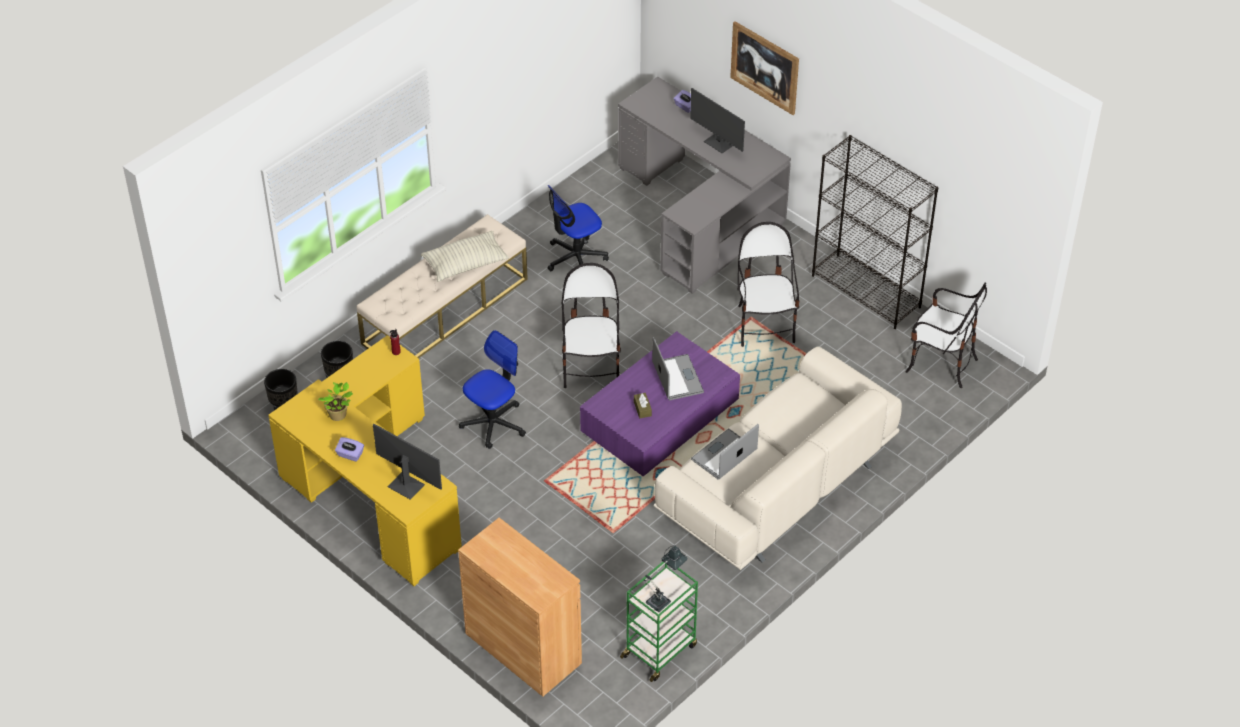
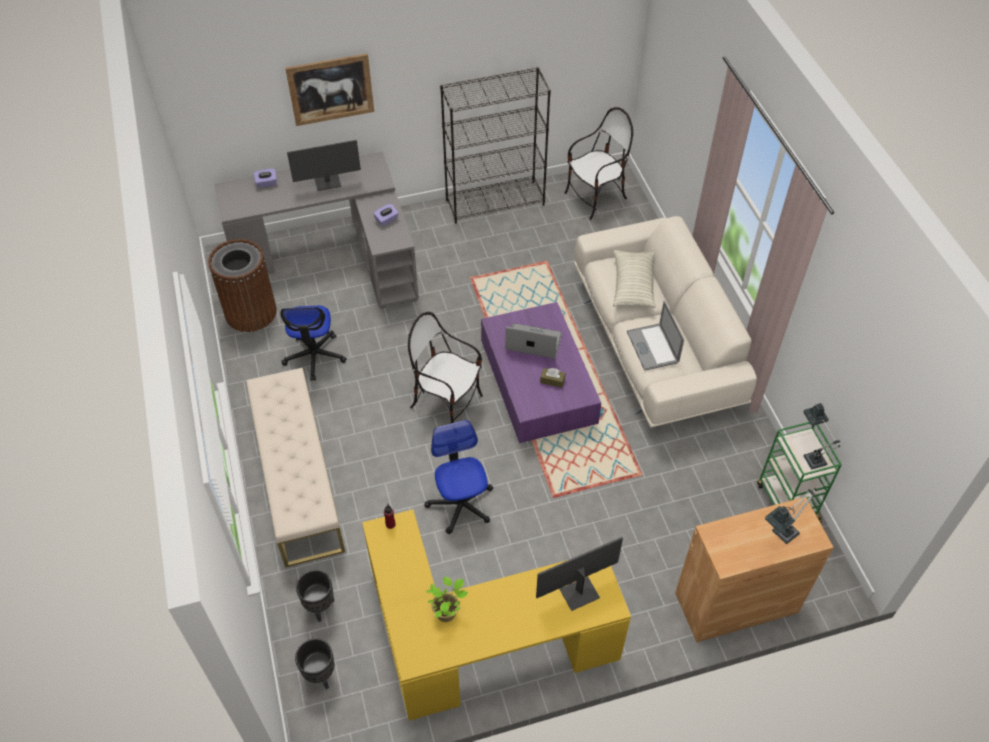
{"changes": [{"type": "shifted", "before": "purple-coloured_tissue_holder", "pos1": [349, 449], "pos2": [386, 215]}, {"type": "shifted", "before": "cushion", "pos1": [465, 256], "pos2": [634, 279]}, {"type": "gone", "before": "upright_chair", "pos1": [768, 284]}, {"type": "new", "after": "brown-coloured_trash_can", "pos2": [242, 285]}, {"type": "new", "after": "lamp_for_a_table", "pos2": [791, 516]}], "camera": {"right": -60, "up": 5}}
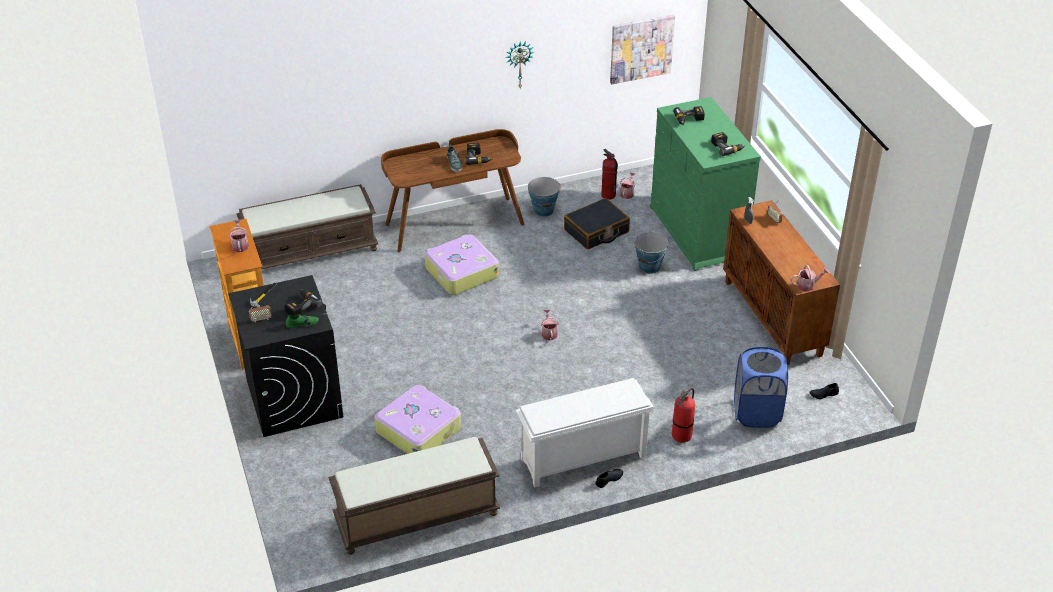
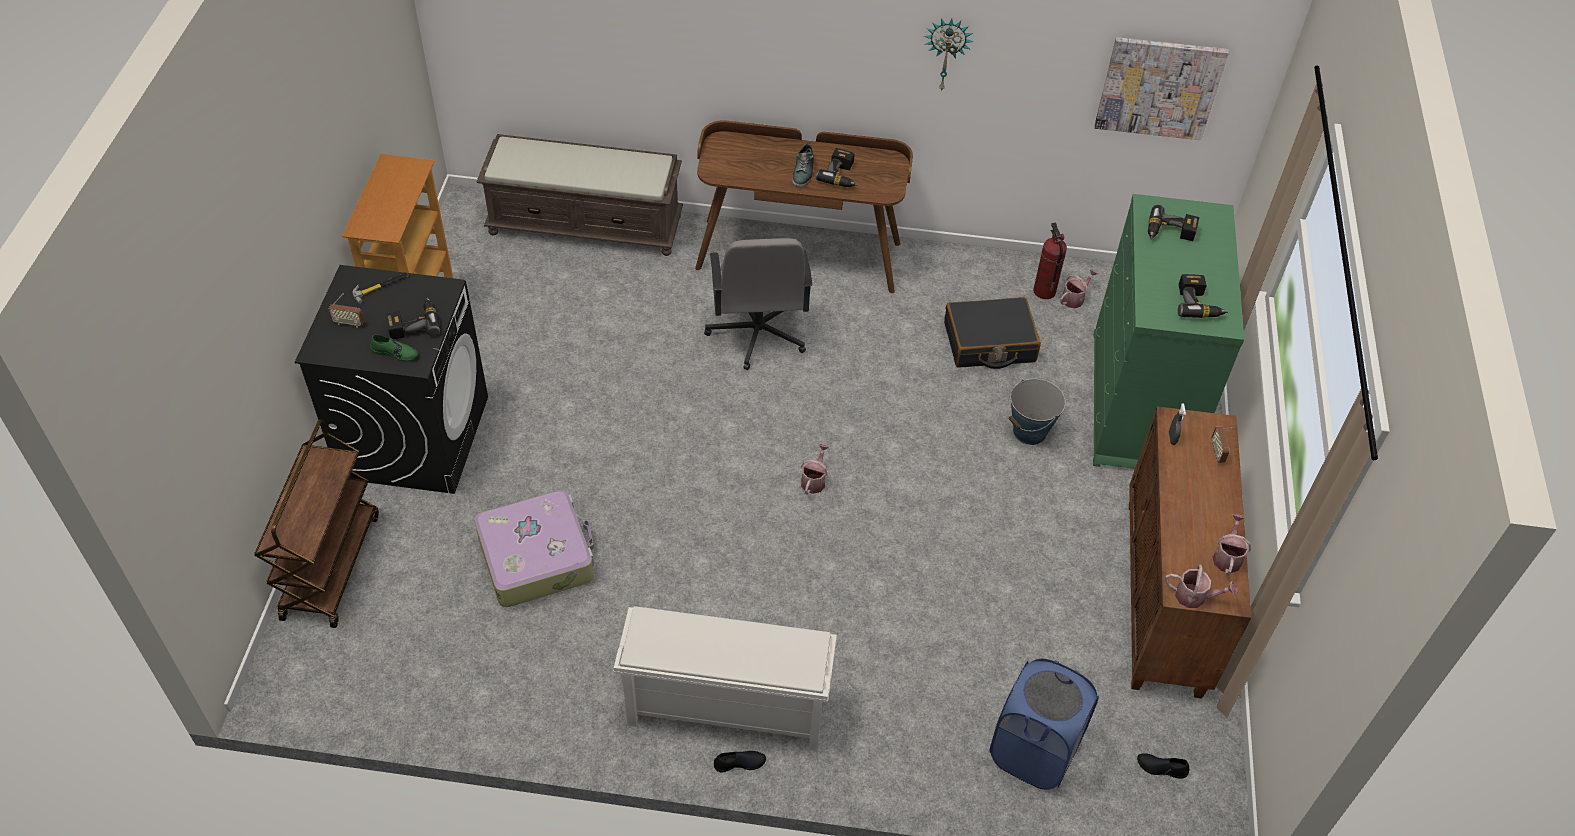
{"changes": [{"type": "shifted", "before": "watering_can", "pos1": [239, 236], "pos2": [1232, 544]}, {"type": "gone", "before": "brown-coloured_bench", "pos1": [414, 496]}, {"type": "swapped", "before": "piece_of_luggage", "after": "grey_computer_chair", "pos1": [462, 264], "pos2": [758, 304]}, {"type": "gone", "before": "water_bucket", "pos1": [544, 197]}, {"type": "gone", "before": "fire_extinguisher", "pos1": [683, 415]}, {"type": "new", "after": "brown-coloured_wheeled_cart", "pos2": [316, 523]}], "camera": {"right": 25, "up": 10}}
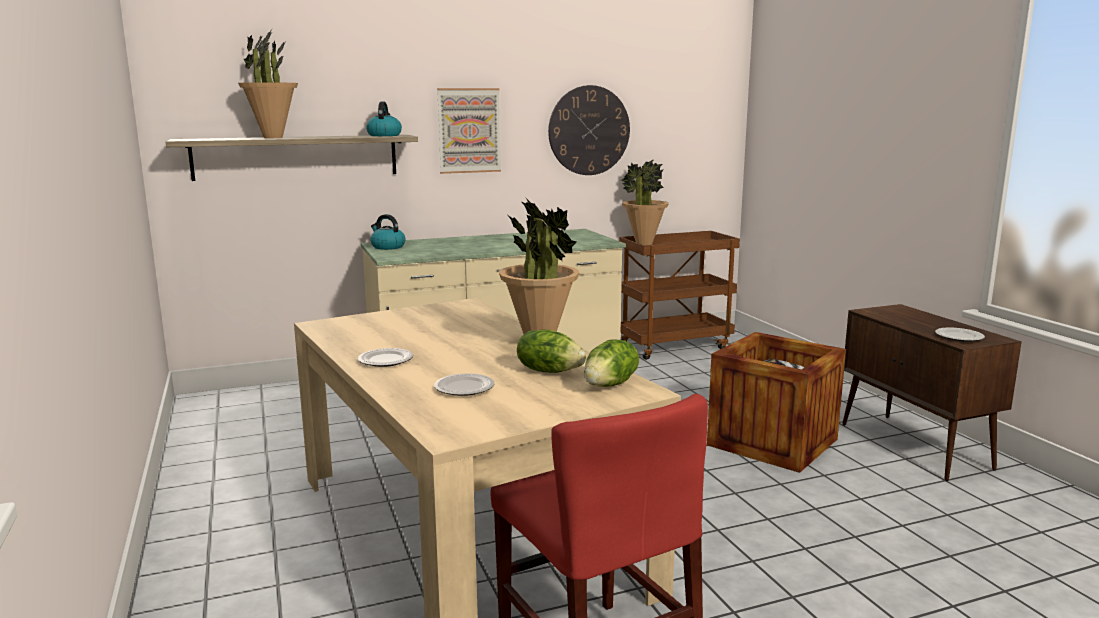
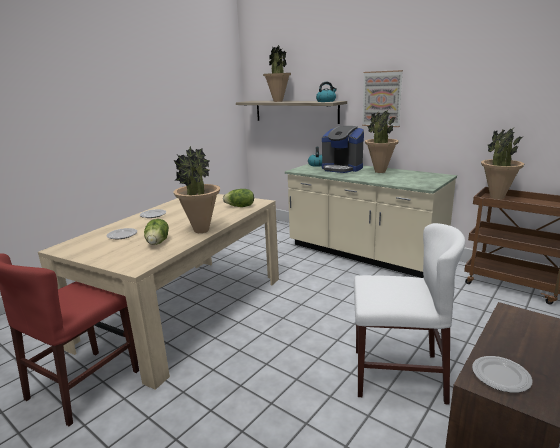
{"changes": [{"type": "gone", "before": "wall_clock", "pos1": [589, 130]}, {"type": "shifted", "before": "lettuce_head", "pos1": [611, 363], "pos2": [238, 198]}, {"type": "swapped", "before": "crate", "after": "white_upright_chair", "pos1": [776, 402], "pos2": [409, 314]}, {"type": "new", "after": "coffee_maker", "pos2": [343, 149]}, {"type": "new", "after": "houseplant", "pos2": [382, 141]}], "camera": {"right": 60, "up": 5}}
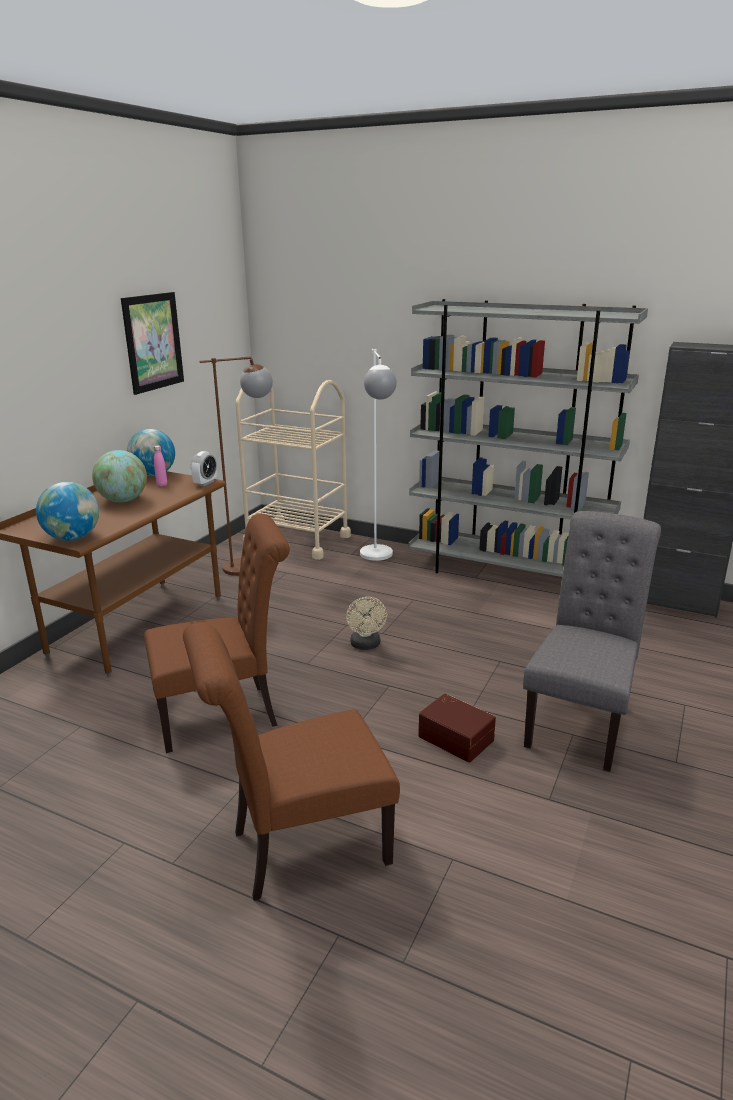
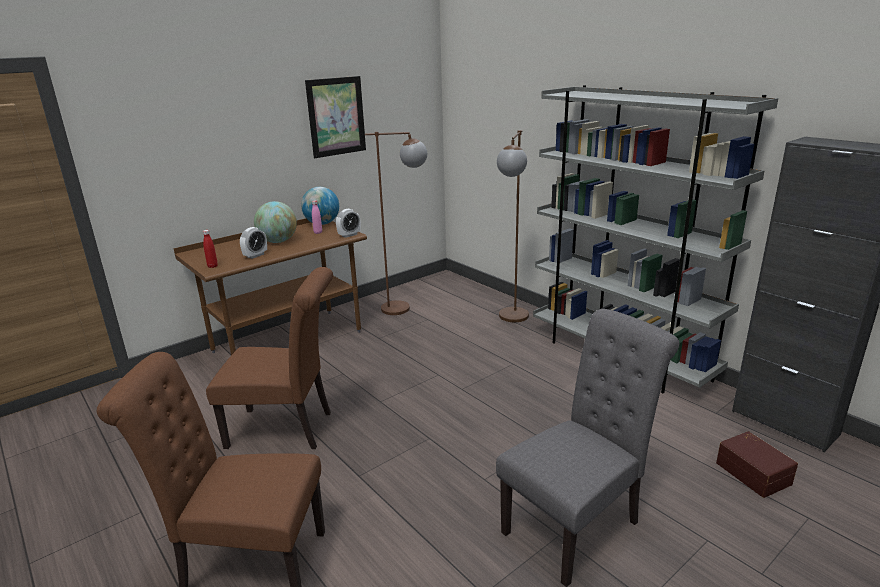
{"changes": [{"type": "swapped", "before": "globe", "after": "reddish_bottle", "pos1": [67, 511], "pos2": [210, 249]}, {"type": "gone", "before": "beige_wheeled_cart", "pos1": [293, 470]}, {"type": "gone", "before": "beige_cooling_fan", "pos1": [366, 623]}, {"type": "repainted", "before": "white_floor_lamp", "after": "brown-coloured_floor_lamp", "pos1": [378, 455], "pos2": [513, 226]}, {"type": "shifted", "before": "brown-coloured_storage_container", "pos1": [457, 728], "pos2": [757, 464]}, {"type": "new", "after": "table_clock", "pos2": [253, 243]}], "camera": {"right": 25, "up": 0}}
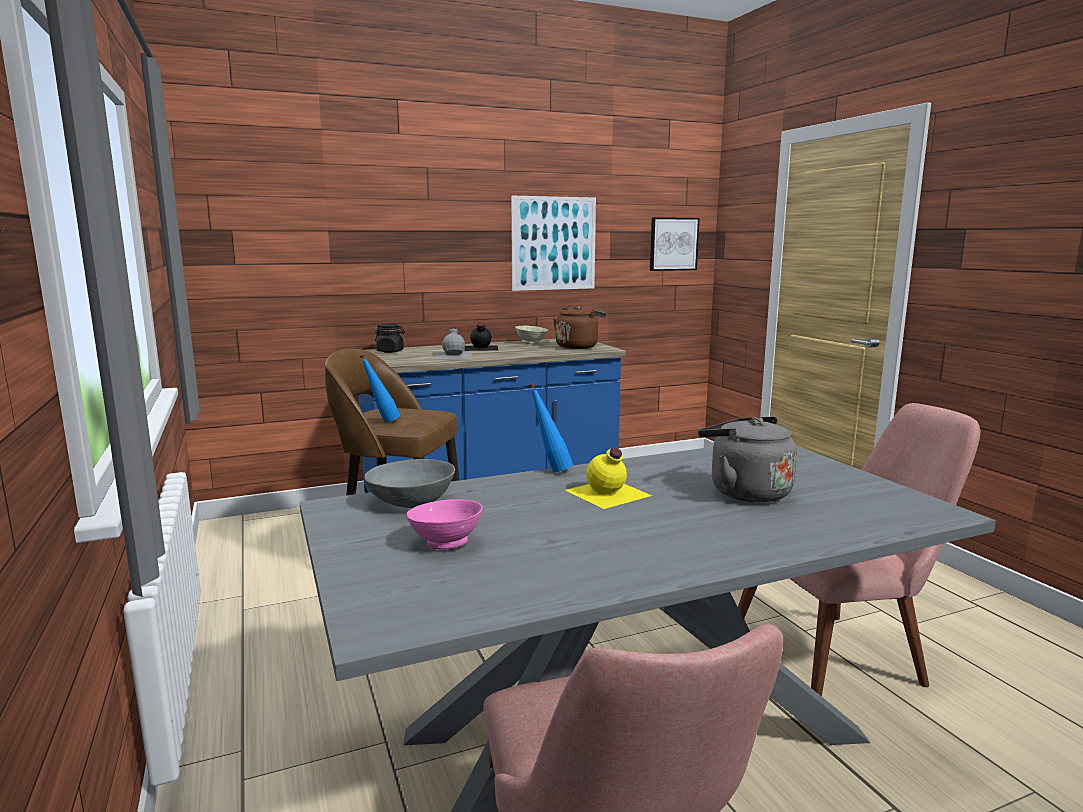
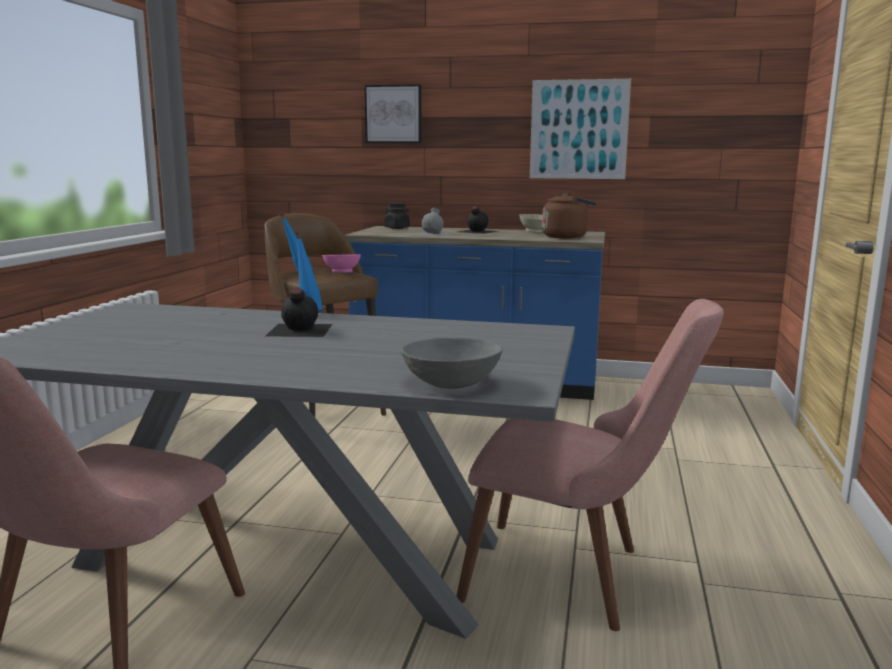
{"changes": [{"type": "shifted", "before": "grey_deep_dish", "pos1": [409, 483], "pos2": [452, 363]}, {"type": "shifted", "before": "pink-coloured_deep_dish", "pos1": [444, 524], "pos2": [341, 264]}, {"type": "repainted", "before": "yellowish_bottle", "after": "blackish_bottle", "pos1": [608, 478], "pos2": [298, 312]}, {"type": "shifted", "before": "wall_picture", "pos1": [675, 244], "pos2": [393, 113]}, {"type": "gone", "before": "grey_tea_kettle", "pos1": [747, 459]}], "camera": {"right": 35, "up": 0}}
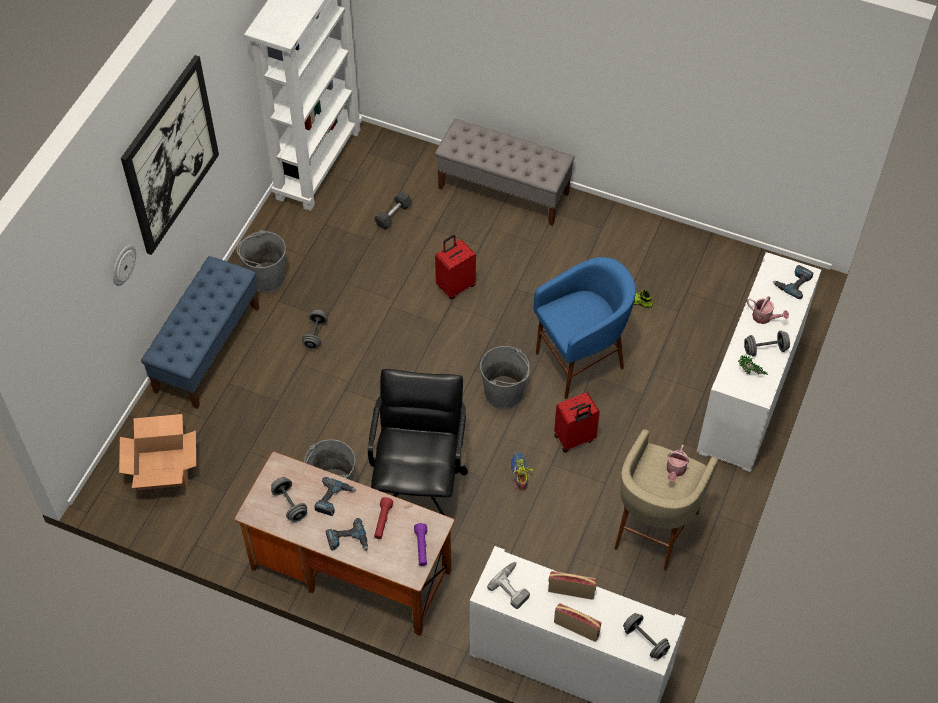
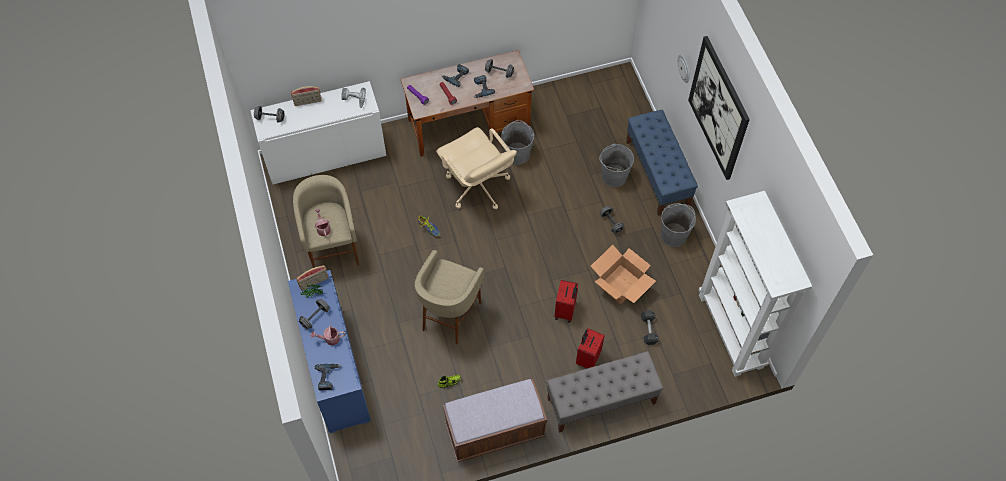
{"changes": [{"type": "shifted", "before": "carton", "pos1": [157, 452], "pos2": [623, 274]}, {"type": "repainted", "before": "blackish_computer_chair", "after": "beige_computer_chair", "pos1": [418, 442], "pos2": [476, 168]}, {"type": "shifted", "before": "grey_water_bucket", "pos1": [505, 378], "pos2": [616, 165]}, {"type": "repainted", "before": "blue_stool", "after": "beige_stool", "pos1": [585, 328], "pos2": [449, 297]}, {"type": "shifted", "before": "radio_receiver", "pos1": [572, 585], "pos2": [312, 278]}, {"type": "shifted", "before": "reddish_piece_of_luggage", "pos1": [577, 422], "pos2": [590, 348]}, {"type": "repainted", "before": "white_cupboard", "after": "blue_cupboard", "pos1": [759, 362], "pos2": [329, 351]}, {"type": "new", "after": "brown-coloured_bench", "pos2": [495, 420]}], "camera": {"right": 140, "up": 5}}
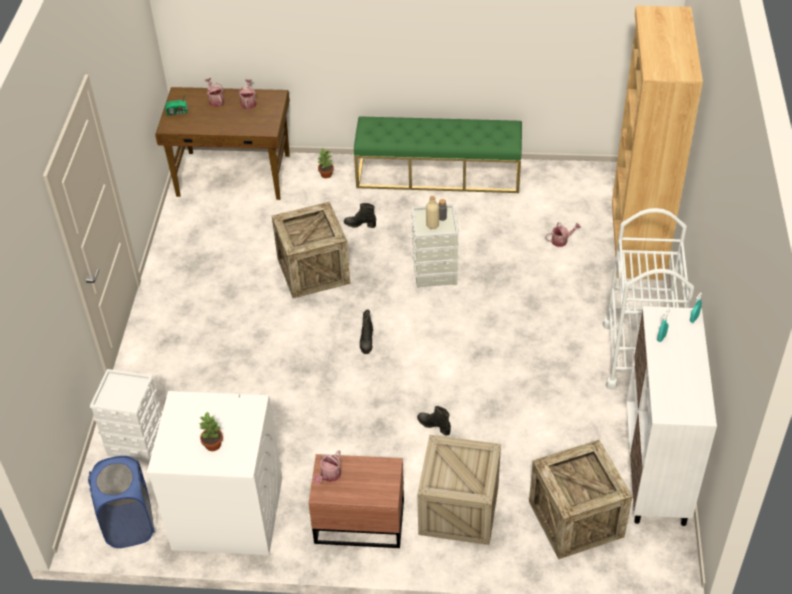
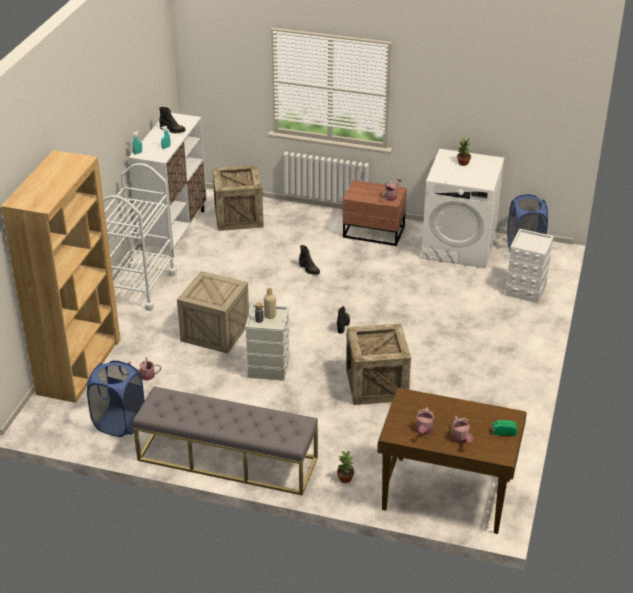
{"changes": [{"type": "shifted", "before": "blackish_high-top_boot", "pos1": [360, 215], "pos2": [172, 120]}, {"type": "repainted", "before": "green_bench", "after": "grey_bench", "pos1": [438, 154], "pos2": [225, 440]}, {"type": "shifted", "before": "crate", "pos1": [459, 490], "pos2": [213, 312]}, {"type": "new", "after": "blue_laundry_basket", "pos2": [116, 398]}], "camera": {"right": -170, "up": -10}}
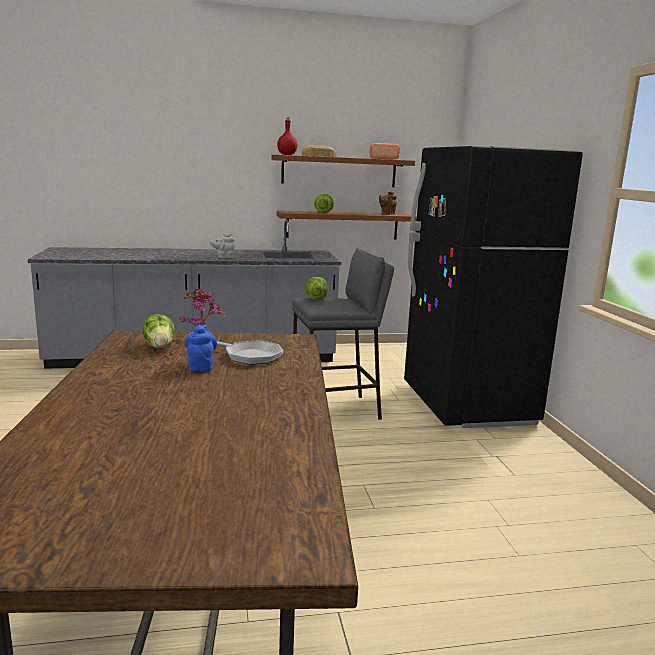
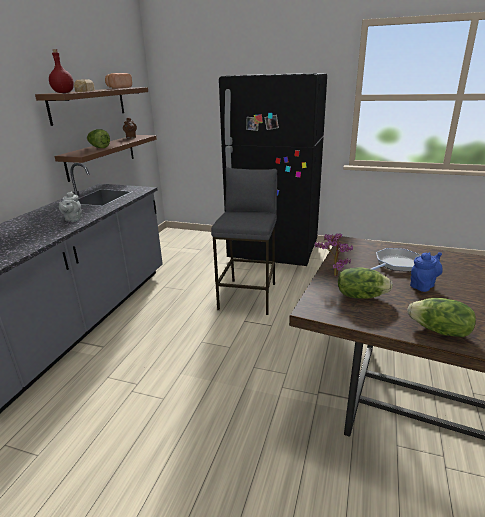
{"changes": [{"type": "rotated", "before": "blue_teapot", "pos1": [201, 348], "pos2": [426, 272], "turn": 120}, {"type": "shifted", "before": "lettuce_head", "pos1": [317, 288], "pos2": [442, 317]}], "camera": {"right": -60, "up": 10}}
